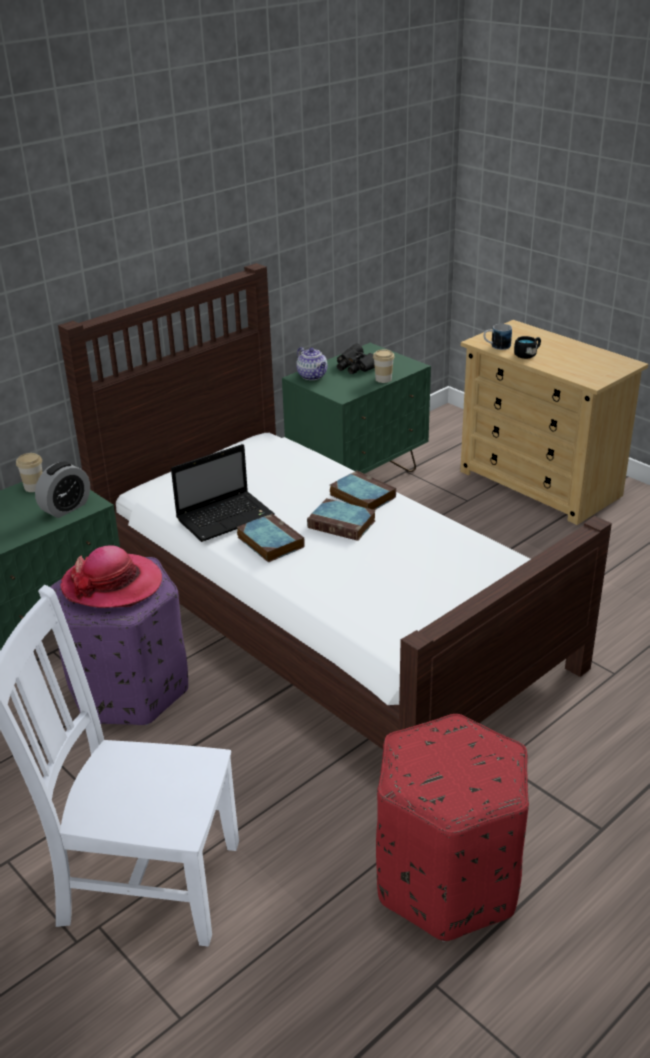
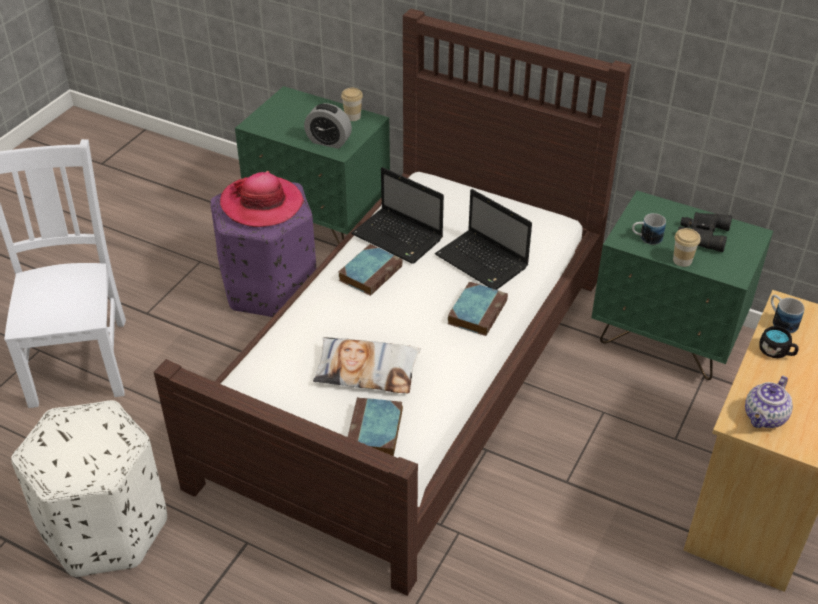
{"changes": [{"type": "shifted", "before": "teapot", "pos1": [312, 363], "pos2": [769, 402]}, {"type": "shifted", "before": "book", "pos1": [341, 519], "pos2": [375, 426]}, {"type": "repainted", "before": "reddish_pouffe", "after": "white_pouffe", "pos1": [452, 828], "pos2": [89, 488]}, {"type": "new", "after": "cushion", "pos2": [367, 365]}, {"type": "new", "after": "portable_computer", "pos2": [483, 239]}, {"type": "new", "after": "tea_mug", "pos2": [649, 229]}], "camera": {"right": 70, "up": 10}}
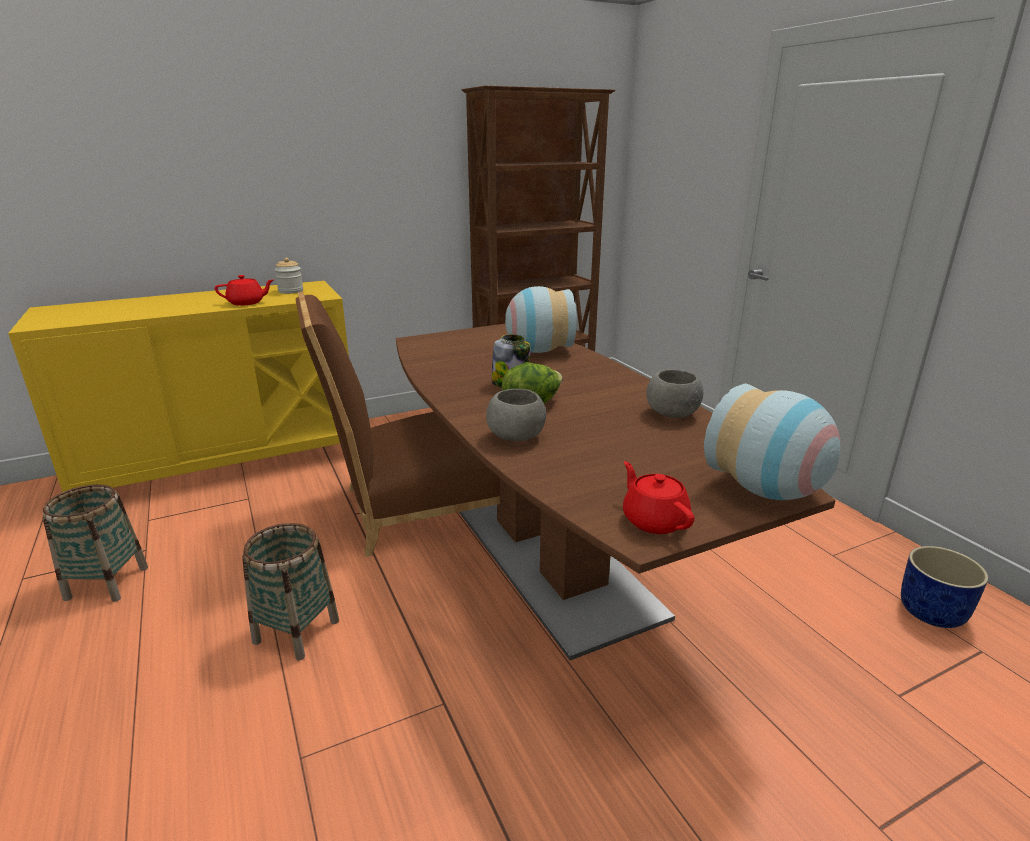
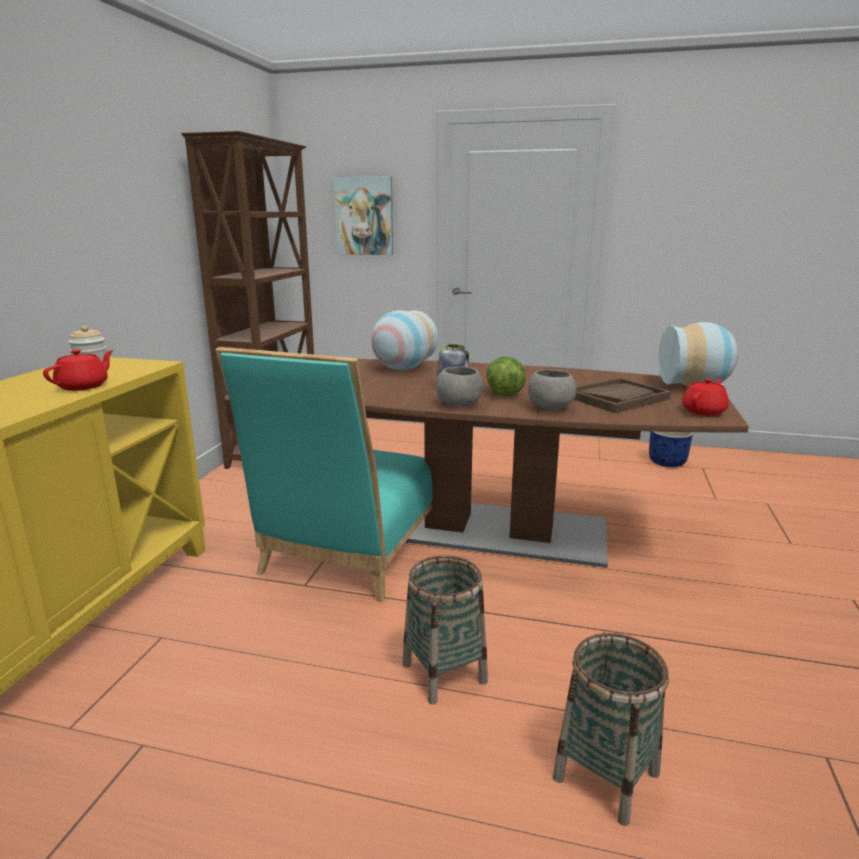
{"changes": [{"type": "shifted", "before": "basket", "pos1": [95, 543], "pos2": [611, 729]}, {"type": "repainted", "before": "brown-coloured_upright_chair", "after": "turquoise_upright_chair", "pos1": [398, 424], "pos2": [324, 475]}, {"type": "rotated", "before": "reddish_teapot", "pos1": [658, 497], "pos2": [705, 397], "turn": 120}, {"type": "shifted", "before": "grey_deep_dish", "pos1": [674, 393], "pos2": [460, 386]}, {"type": "new", "after": "wall_picture", "pos2": [363, 215]}, {"type": "new", "after": "brown-coloured_tray", "pos2": [622, 395]}], "camera": {"right": -50, "up": -5}}
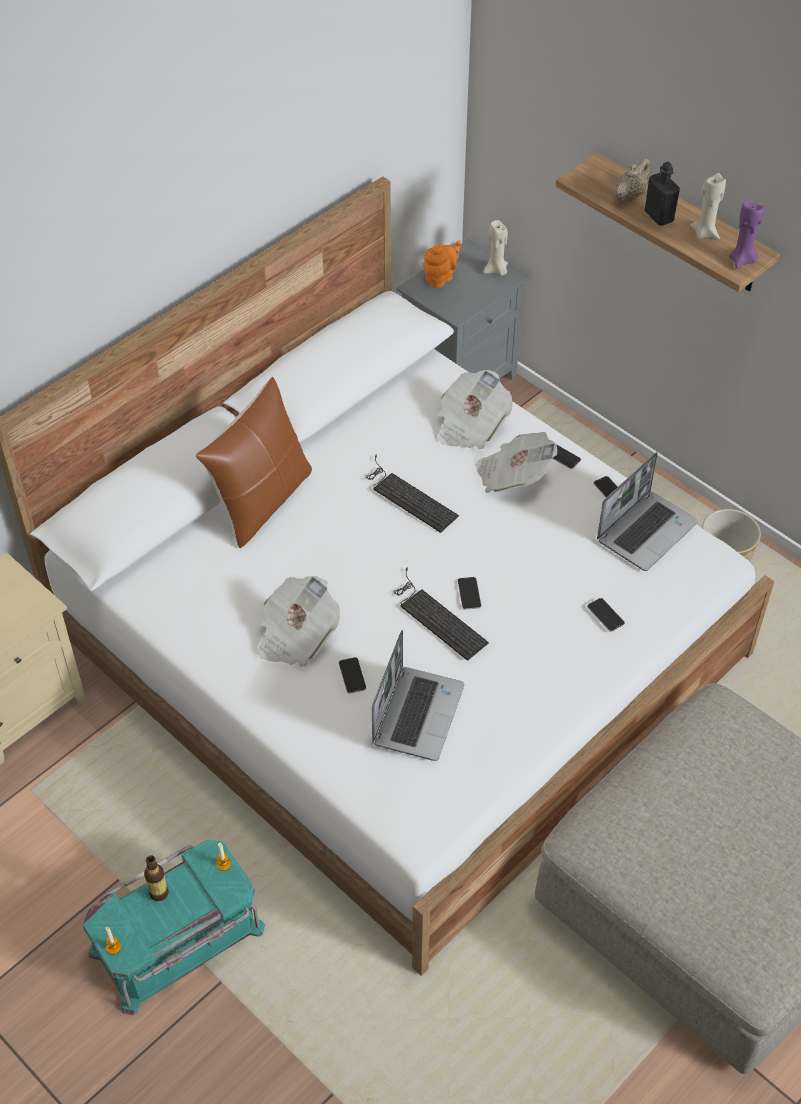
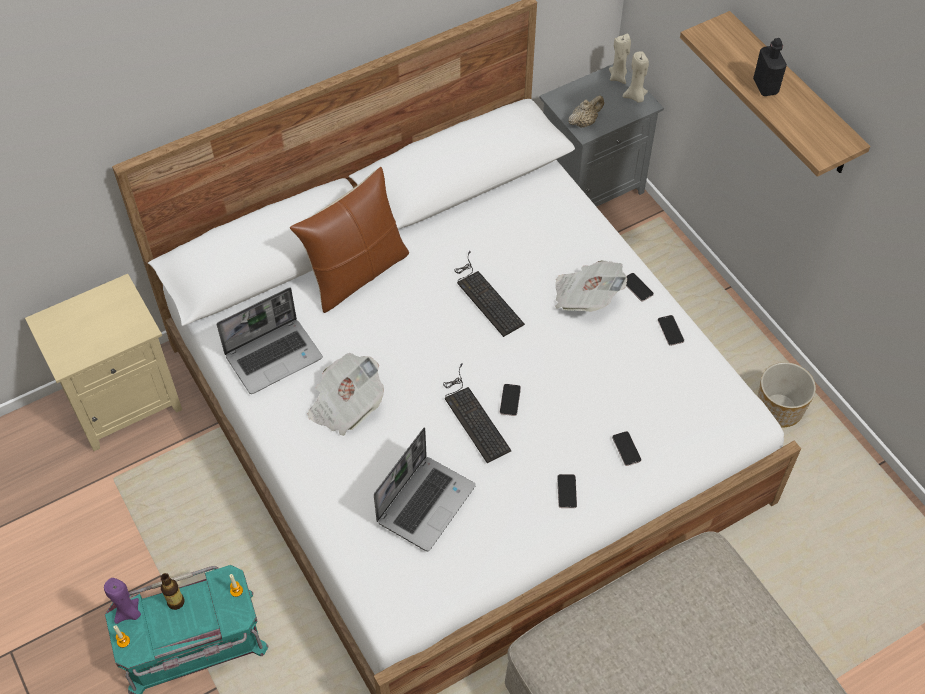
{"changes": [{"type": "shifted", "before": "phone", "pos1": [352, 675], "pos2": [567, 491]}, {"type": "gone", "before": "orange_teapot", "pos1": [442, 264]}, {"type": "gone", "before": "daily_paper", "pos1": [475, 409]}, {"type": "shifted", "before": "portable_computer", "pos1": [647, 511], "pos2": [270, 340]}, {"type": "shifted", "before": "beige_teapot", "pos1": [633, 180], "pos2": [586, 111]}, {"type": "shifted", "before": "beige_candle", "pos1": [708, 206], "pos2": [620, 59]}, {"type": "shifted", "before": "purple-coloured_candle", "pos1": [746, 234], "pos2": [122, 601]}], "camera": {"right": 15, "up": 5}}
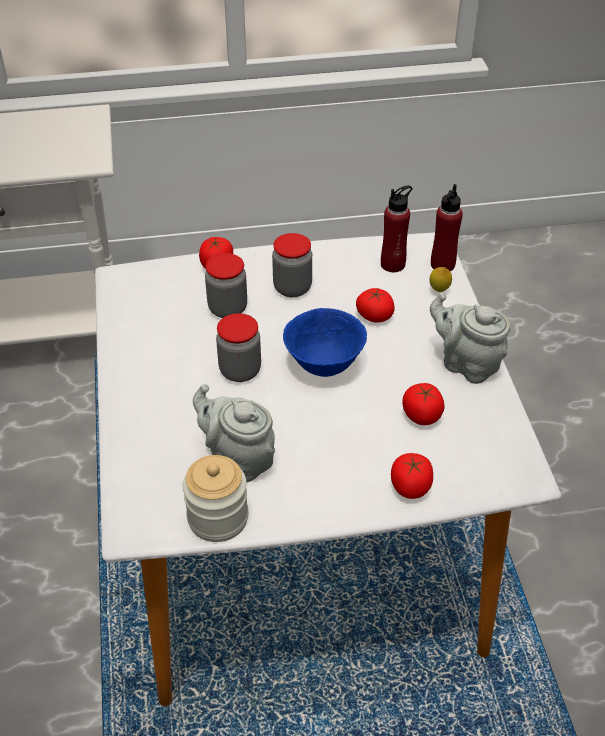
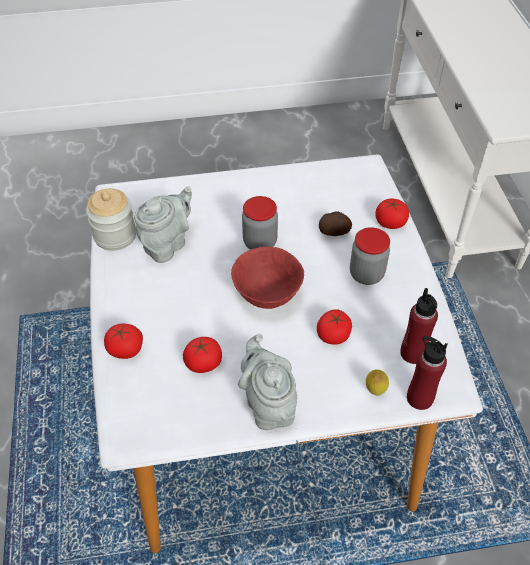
{"changes": [{"type": "swapped", "before": "preserve_jar", "after": "whole_potato", "pos1": [226, 285], "pos2": [335, 223]}, {"type": "repainted", "before": "blue_deep_dish", "after": "reddish_deep_dish", "pos1": [325, 342], "pos2": [267, 278]}, {"type": "rotated", "before": "grey_teapot", "pos1": [470, 338], "pos2": [267, 382], "turn": -60}], "camera": {"right": 90, "up": 5}}
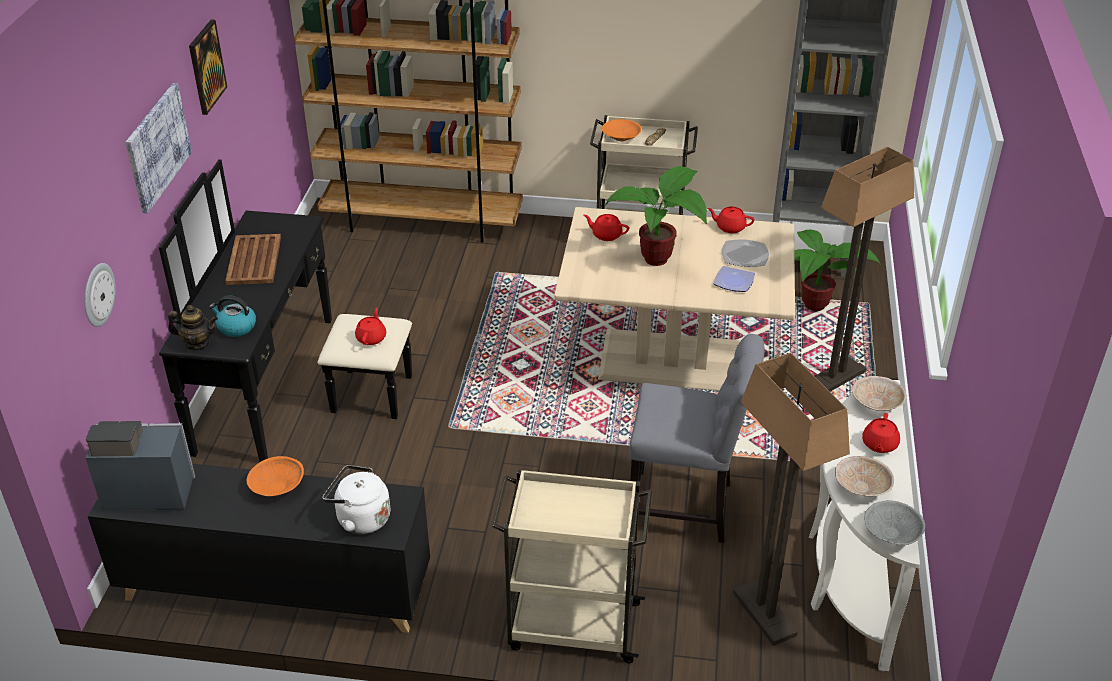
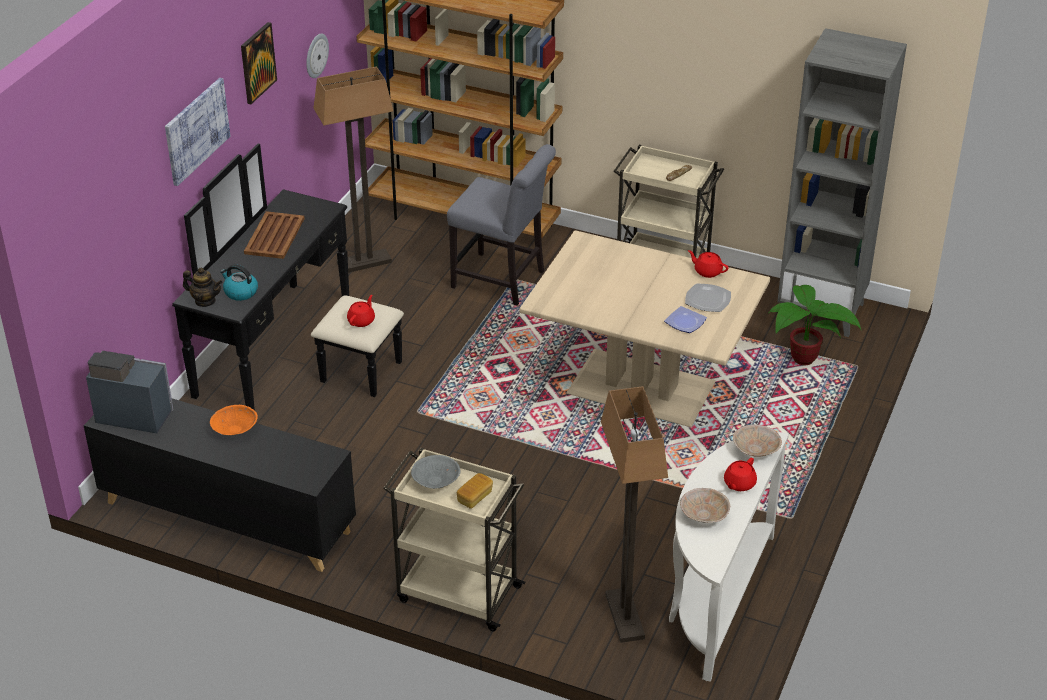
{"changes": [{"type": "shifted", "before": "wall_clock", "pos1": [100, 295], "pos2": [317, 56]}, {"type": "gone", "before": "white_tea_kettle", "pos1": [356, 499]}, {"type": "gone", "before": "reddish_teapot", "pos1": [606, 227]}, {"type": "gone", "before": "orange_deep_dish", "pos1": [622, 130]}, {"type": "gone", "before": "houseplant", "pos1": [656, 216]}, {"type": "shifted", "before": "grey_upright_chair", "pos1": [697, 438], "pos2": [501, 224]}, {"type": "shifted", "before": "floor_lamp", "pos1": [864, 269], "pos2": [353, 170]}, {"type": "shifted", "before": "grey_deep_dish", "pos1": [894, 522], "pos2": [436, 472]}, {"type": "new", "after": "bread", "pos2": [475, 491]}], "camera": {"right": 15, "up": 0}}
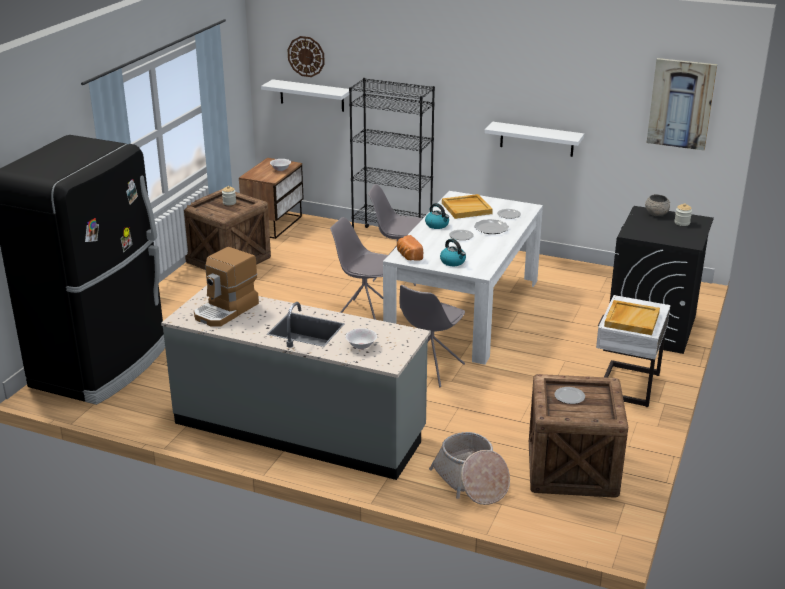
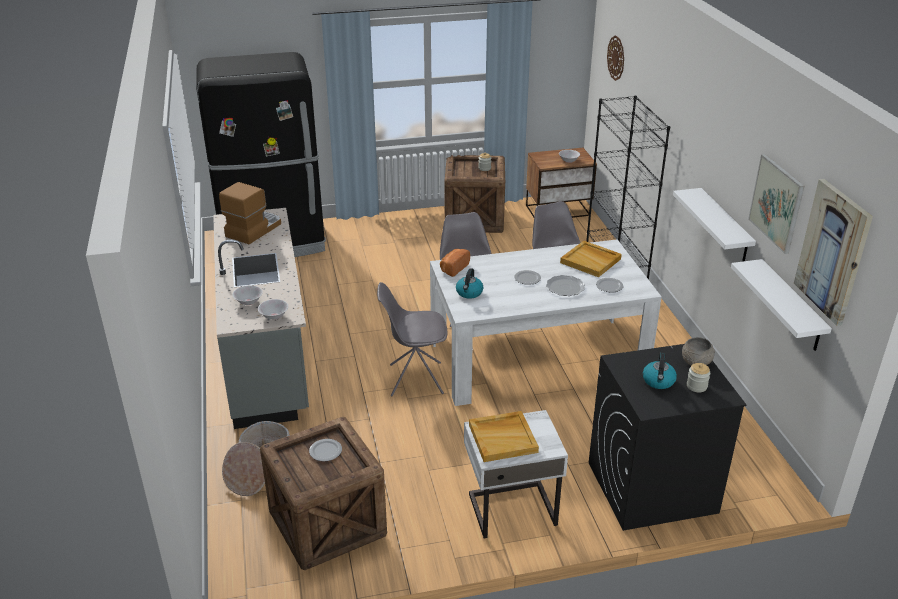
{"changes": [{"type": "rotated", "before": "coffee_maker", "pos1": [226, 287], "pos2": [250, 213], "turn": 120}, {"type": "shifted", "before": "white_shelf", "pos1": [306, 95], "pos2": [781, 305]}, {"type": "shifted", "before": "tea_kettle", "pos1": [437, 216], "pos2": [660, 371]}, {"type": "new", "after": "white_deep_dish", "pos2": [273, 309]}, {"type": "new", "after": "wall_picture", "pos2": [776, 204]}], "camera": {"right": 55, "up": 5}}
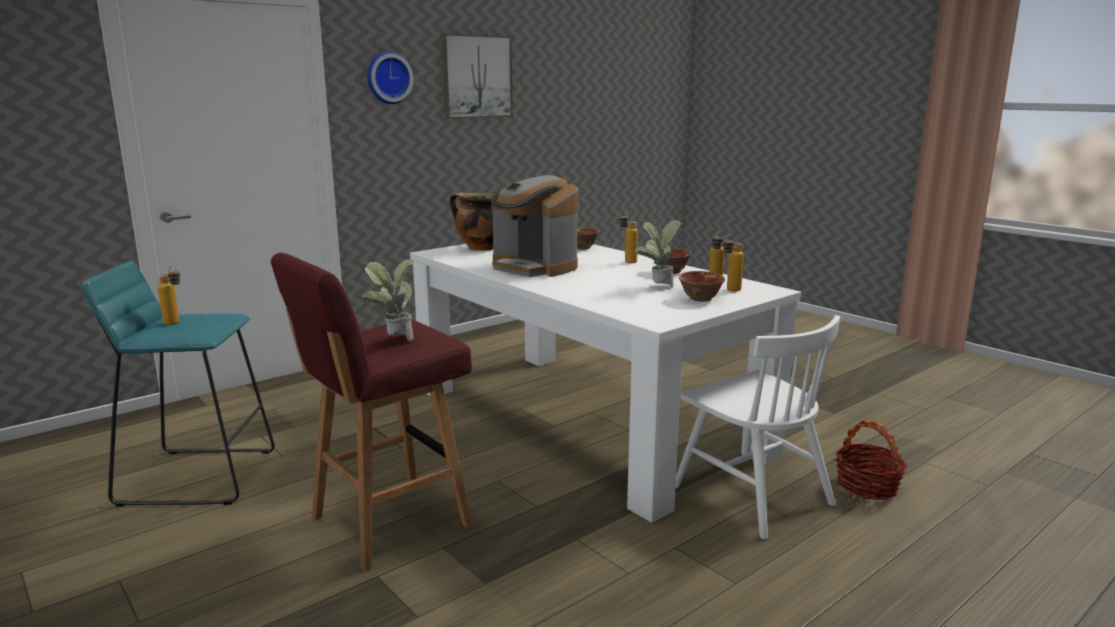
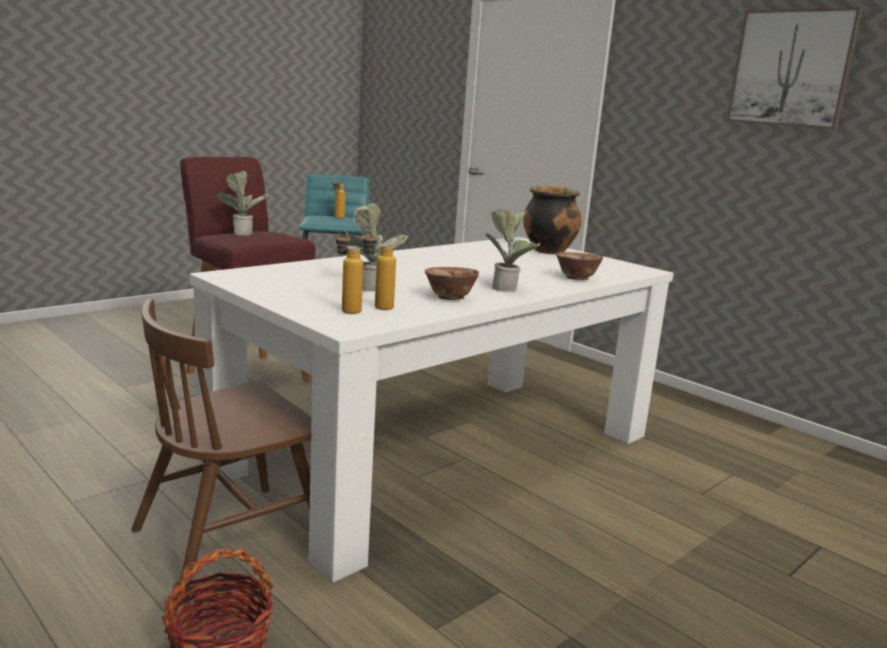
{"changes": [{"type": "gone", "before": "wall_clock", "pos1": [390, 77]}, {"type": "gone", "before": "coffee_maker", "pos1": [534, 226]}, {"type": "swapped", "before": "bottle", "after": "houseplant", "pos1": [628, 237], "pos2": [512, 250]}, {"type": "repainted", "before": "white_upright_chair", "after": "brown-coloured_upright_chair", "pos1": [758, 427], "pos2": [221, 444]}, {"type": "gone", "before": "deep_dish", "pos1": [702, 286]}], "camera": {"right": 85, "up": 0}}
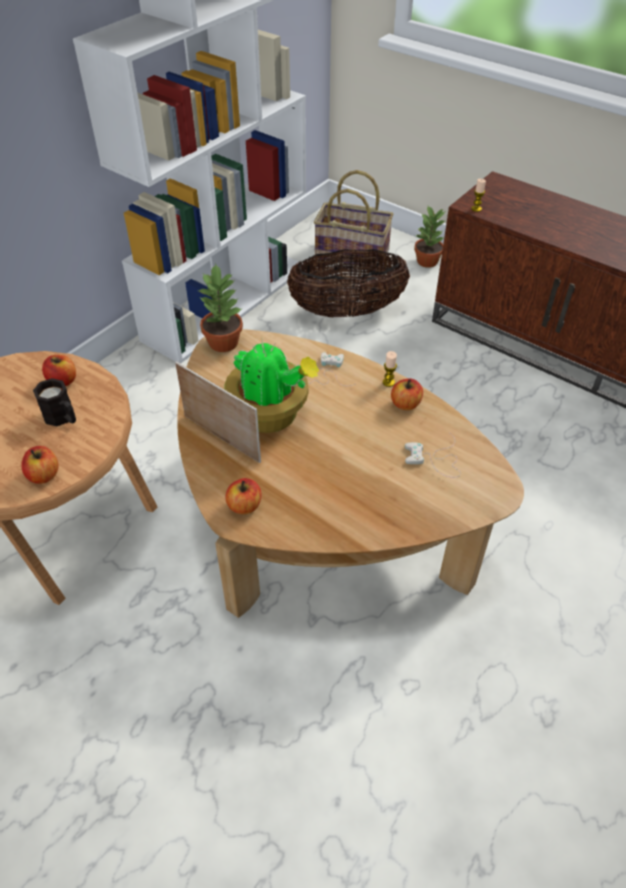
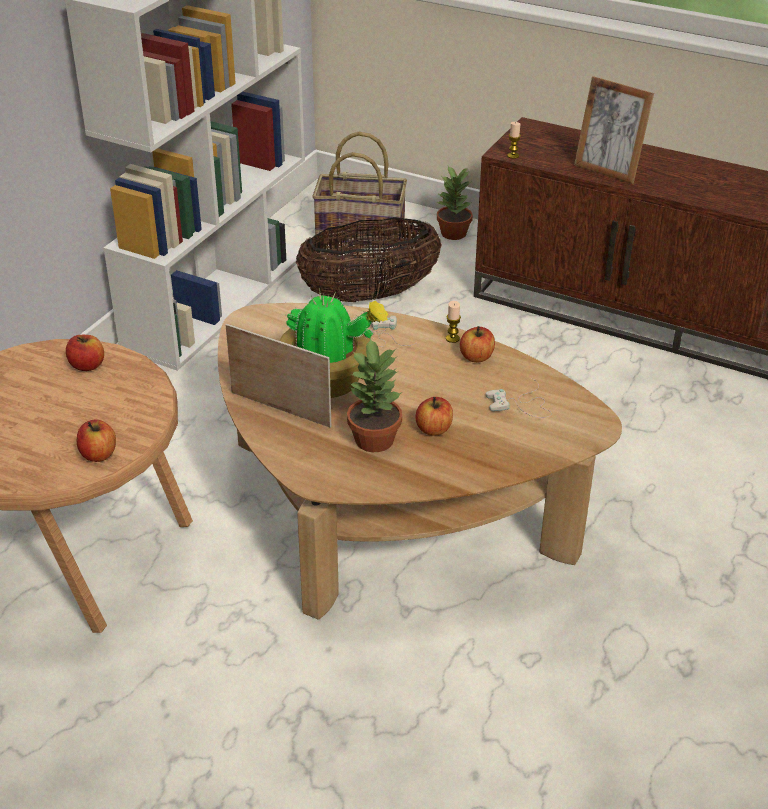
{"changes": [{"type": "gone", "before": "blackish_tea_mug", "pos1": [54, 402]}, {"type": "shifted", "before": "houseplant", "pos1": [220, 308], "pos2": [374, 394]}, {"type": "shifted", "before": "whole_apple", "pos1": [244, 496], "pos2": [434, 416]}, {"type": "new", "after": "photo_frame", "pos2": [614, 130]}], "camera": {"right": -10, "up": -10}}
